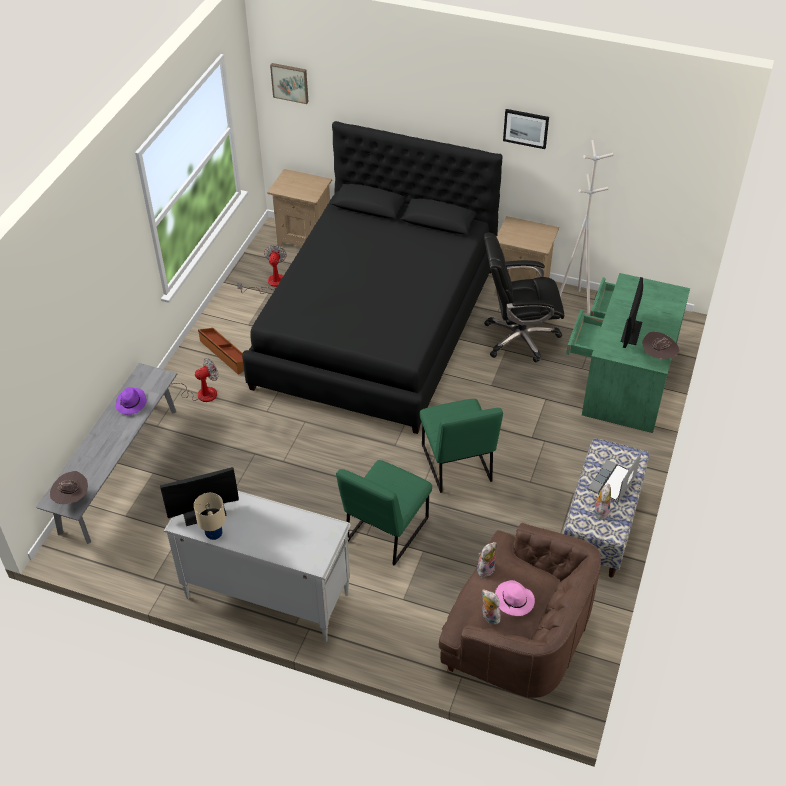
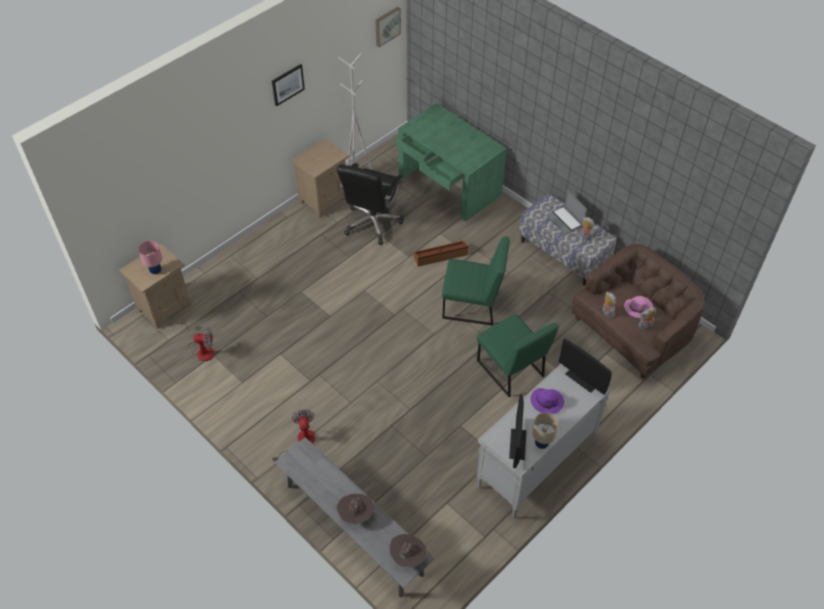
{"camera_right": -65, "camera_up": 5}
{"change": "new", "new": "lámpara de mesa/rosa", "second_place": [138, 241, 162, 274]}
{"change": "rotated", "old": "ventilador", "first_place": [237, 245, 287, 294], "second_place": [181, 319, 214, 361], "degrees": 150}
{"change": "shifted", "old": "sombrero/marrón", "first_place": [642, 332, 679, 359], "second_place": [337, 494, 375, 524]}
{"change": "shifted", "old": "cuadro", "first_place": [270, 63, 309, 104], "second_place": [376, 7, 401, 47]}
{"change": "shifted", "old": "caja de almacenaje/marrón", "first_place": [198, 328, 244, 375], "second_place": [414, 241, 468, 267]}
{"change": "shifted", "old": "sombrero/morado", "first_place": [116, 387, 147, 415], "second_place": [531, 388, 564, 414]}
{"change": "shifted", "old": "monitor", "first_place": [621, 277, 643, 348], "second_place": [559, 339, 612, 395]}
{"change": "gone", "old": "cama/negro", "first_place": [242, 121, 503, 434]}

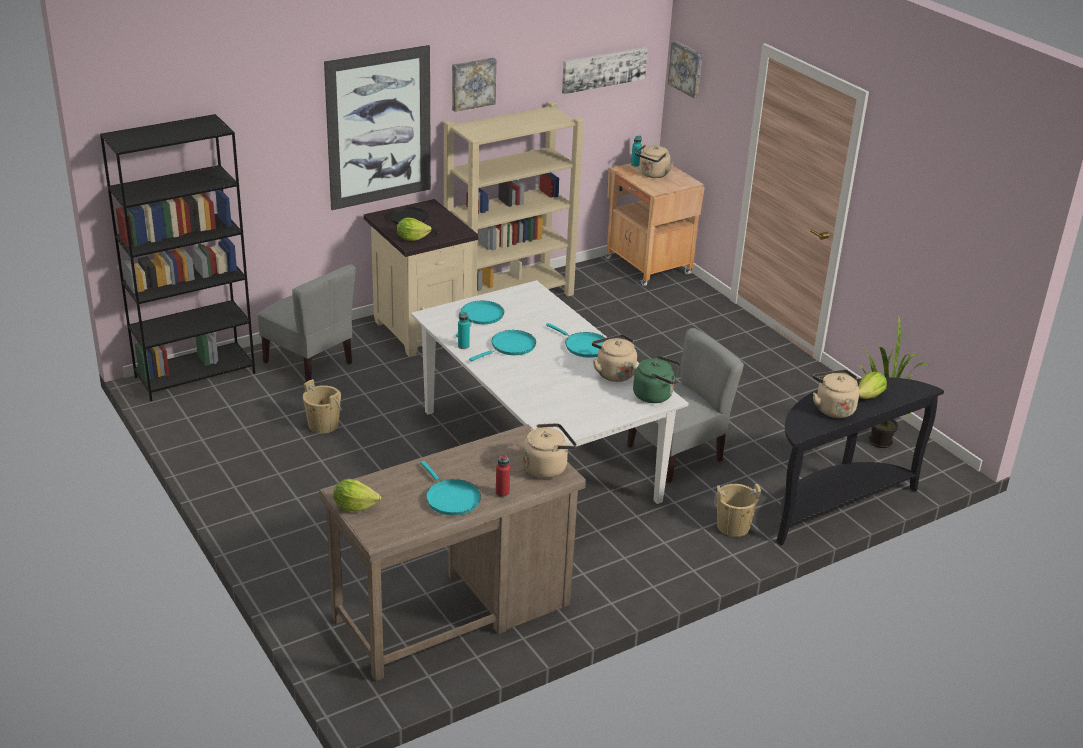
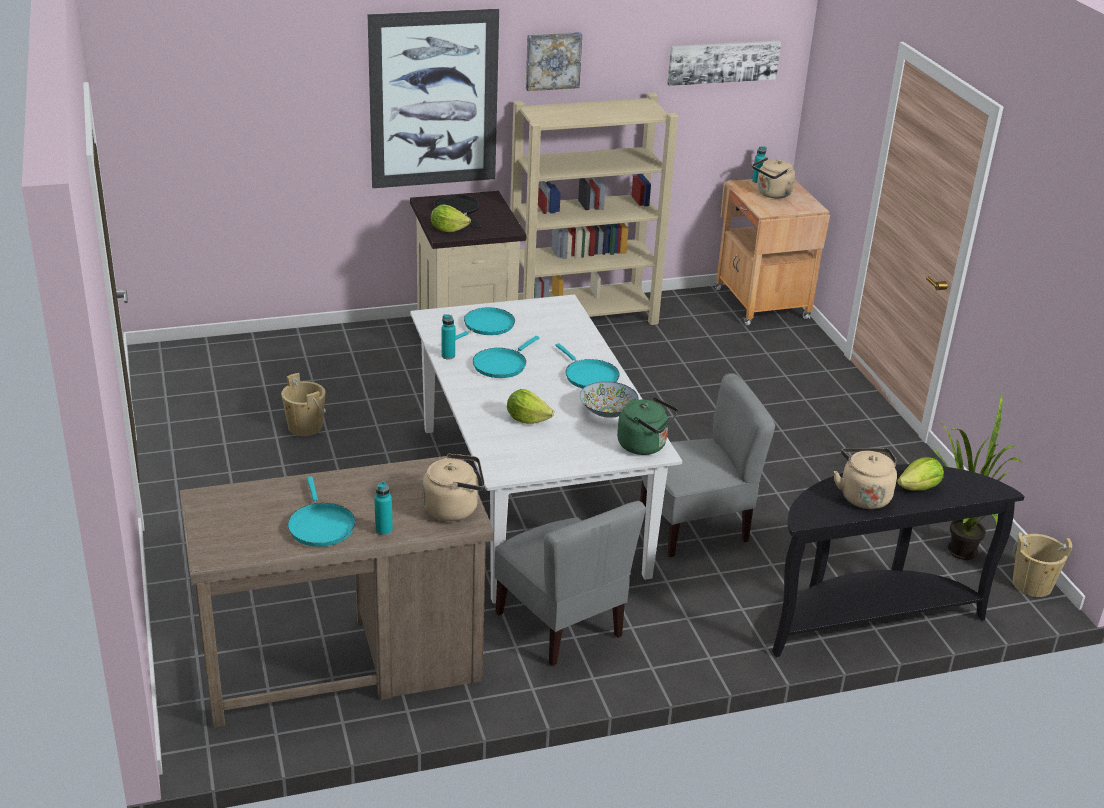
{"camera_right": 15, "camera_up": 0}
{"change": "repainted", "old": "botella/rojo", "new": "botella/turquesa", "first_place": [496, 454, 510, 498], "second_place": [374, 481, 393, 536]}
{"change": "rotated", "old": "sartén/turquesa", "first_place": [469, 330, 536, 361], "second_place": [473, 336, 539, 378], "degrees": 150}
{"change": "shifted", "old": "silla/gris", "first_place": [258, 264, 356, 382], "second_place": [494, 501, 646, 666]}
{"change": "shifted", "old": "lechuga", "first_place": [333, 479, 381, 512], "second_place": [507, 389, 554, 424]}
{"change": "swapped", "old": "hervidor/beis", "new": "cuenco", "first_place": [592, 334, 637, 382], "second_place": [580, 381, 639, 418]}
{"change": "shifted", "old": "cubo/beis", "first_place": [714, 484, 761, 537], "second_place": [1012, 532, 1072, 597]}
{"change": "gone", "old": "estantería/negro", "first_place": [100, 114, 255, 401]}
{"change": "gone", "old": "cuadro", "first_place": [668, 41, 702, 98]}

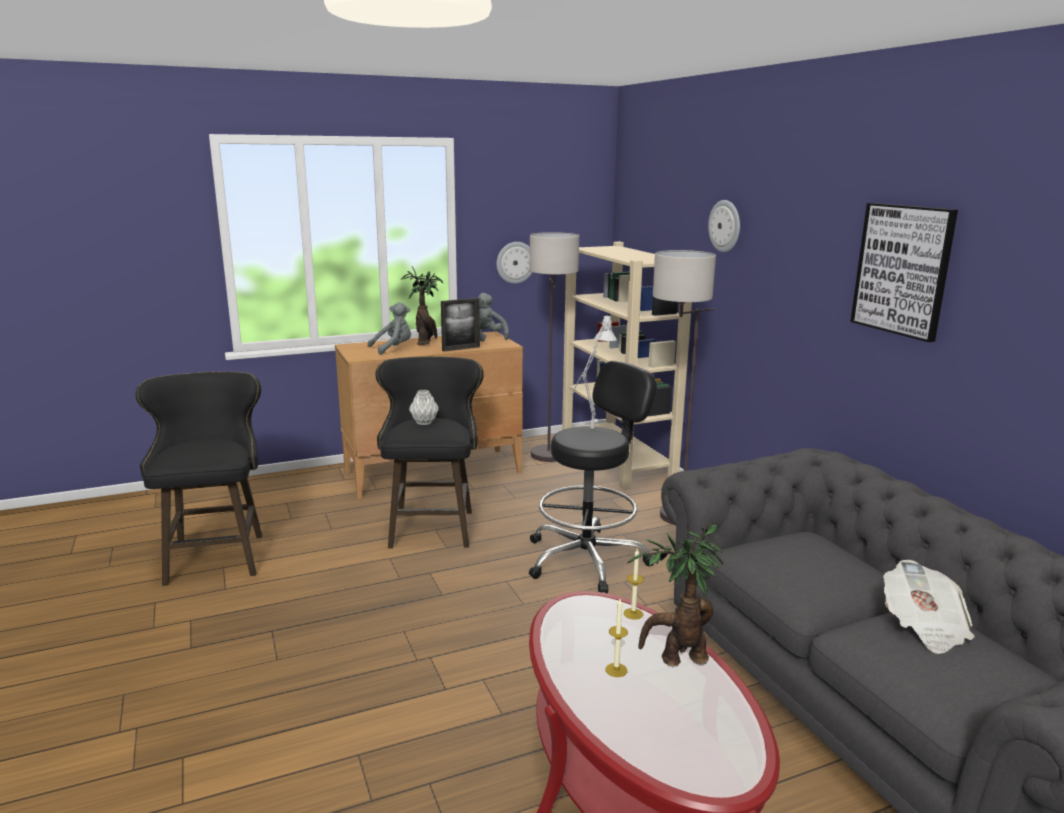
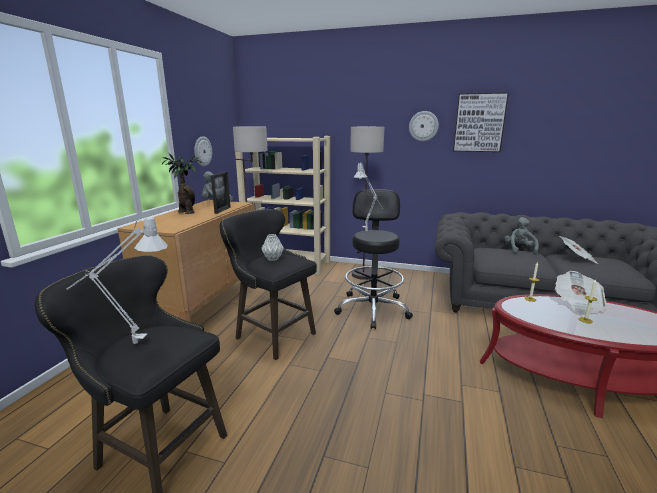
{"camera_right": -50, "camera_up": 0}
{"change": "new", "new": "lámpara de mesa/gris", "second_place": [67, 215, 167, 344]}
{"change": "shifted", "old": "reloj de pared", "first_place": [708, 200, 740, 252], "second_place": [409, 111, 439, 141]}
{"change": "shifted", "old": "peluche/gris", "first_place": [368, 302, 411, 355], "second_place": [504, 217, 539, 255]}
{"change": "swapped", "old": "planta en maceta", "new": "periódico", "first_place": [627, 523, 723, 666], "second_place": [555, 271, 606, 315]}

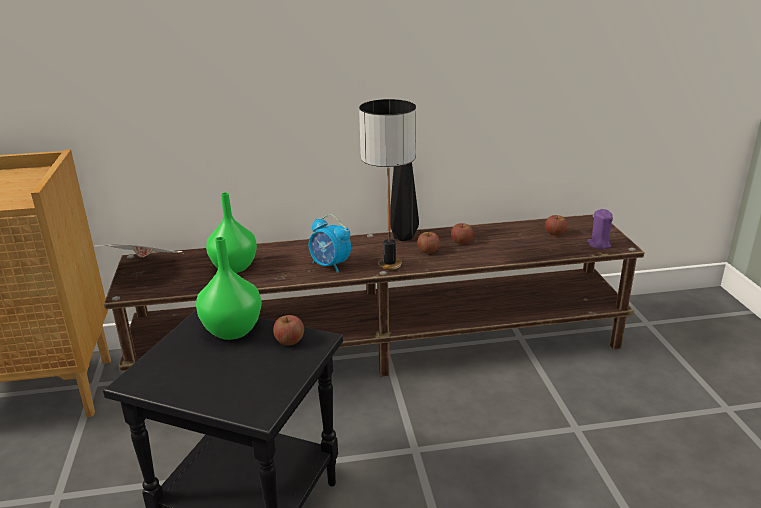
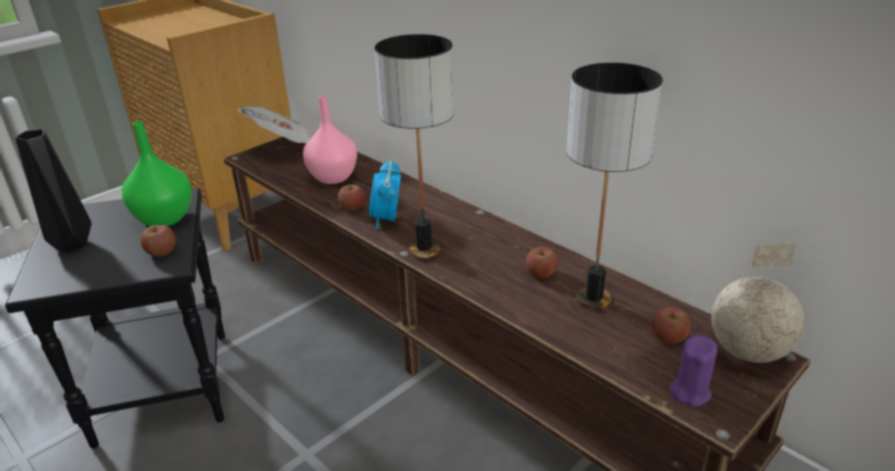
{"camera_right": 55, "camera_up": 5}
{"change": "shifted", "old": "florero/negro", "first_place": [390, 162, 419, 241], "second_place": [15, 129, 92, 253]}
{"change": "repainted", "old": "florero/verde", "new": "florero/rosa", "first_place": [206, 192, 257, 273], "second_place": [303, 95, 357, 184]}
{"change": "shifted", "old": "manzana", "first_place": [417, 232, 440, 254], "second_place": [338, 184, 365, 211]}
{"change": "new", "new": "lámpara de mesa", "second_place": [567, 63, 663, 310]}
{"change": "new", "new": "globo terráqueo", "second_place": [711, 243, 805, 363]}

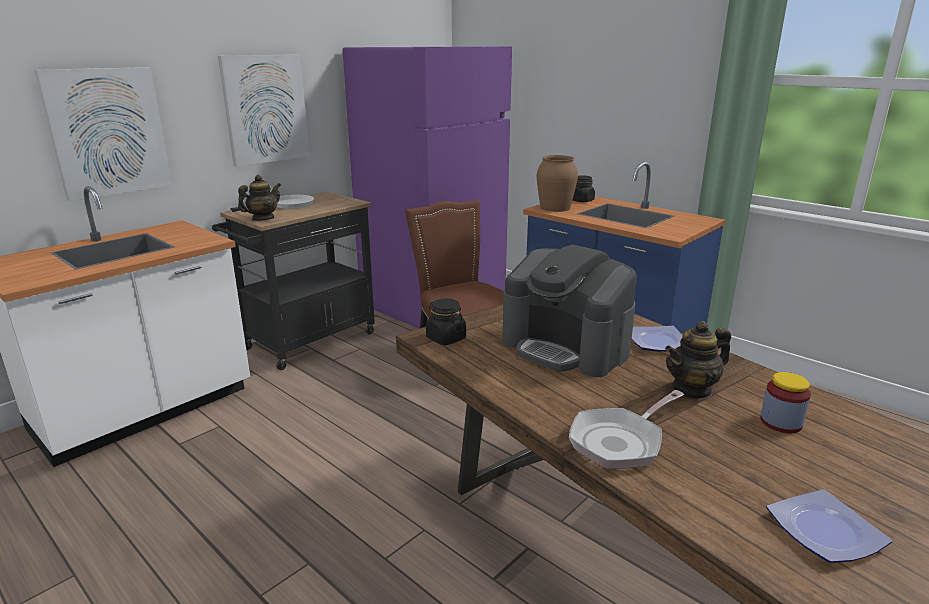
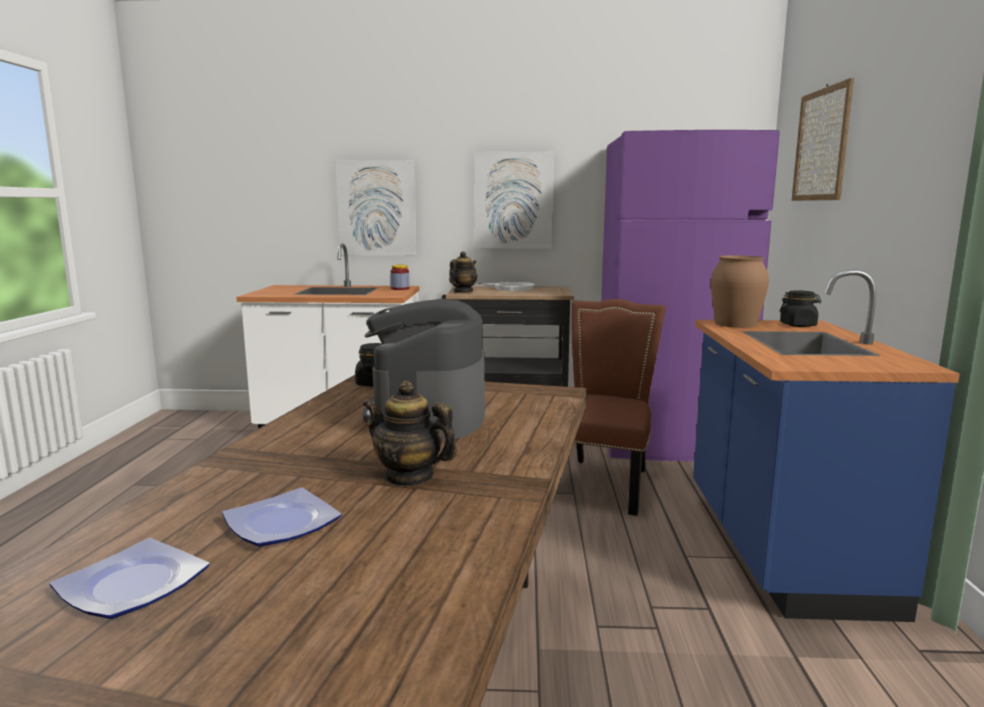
{"camera_right": 50, "camera_up": -10}
{"change": "shifted", "old": "plato", "first_place": [632, 326, 683, 352], "second_place": [222, 488, 342, 546]}
{"change": "shifted", "old": "tarro", "first_place": [760, 372, 811, 433], "second_place": [391, 265, 409, 290]}
{"change": "rotated", "old": "tetera", "first_place": [238, 175, 281, 221], "second_place": [449, 251, 477, 292], "degrees": -60}
{"change": "new", "new": "cuadro", "second_place": [792, 78, 854, 201]}
{"change": "gone", "old": "sartén", "first_place": [569, 390, 684, 469]}

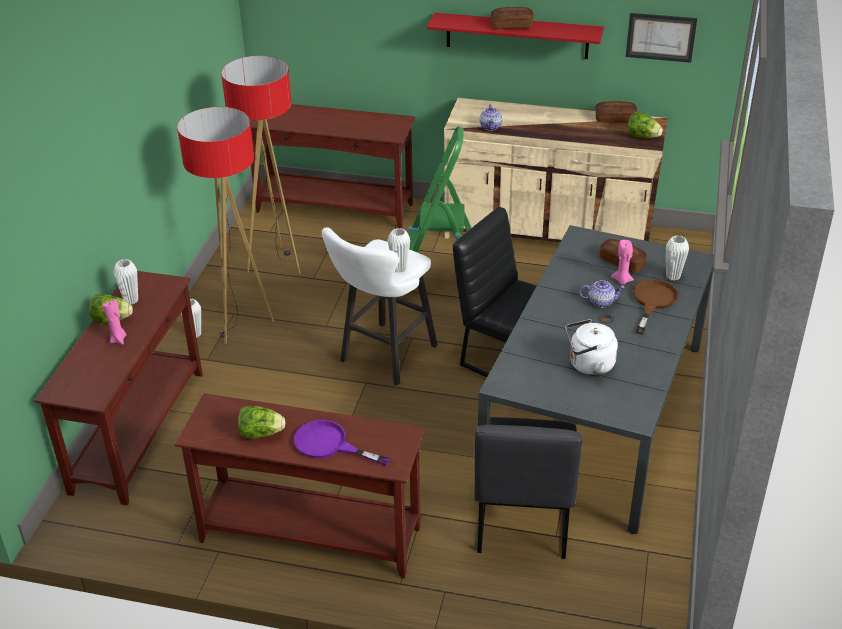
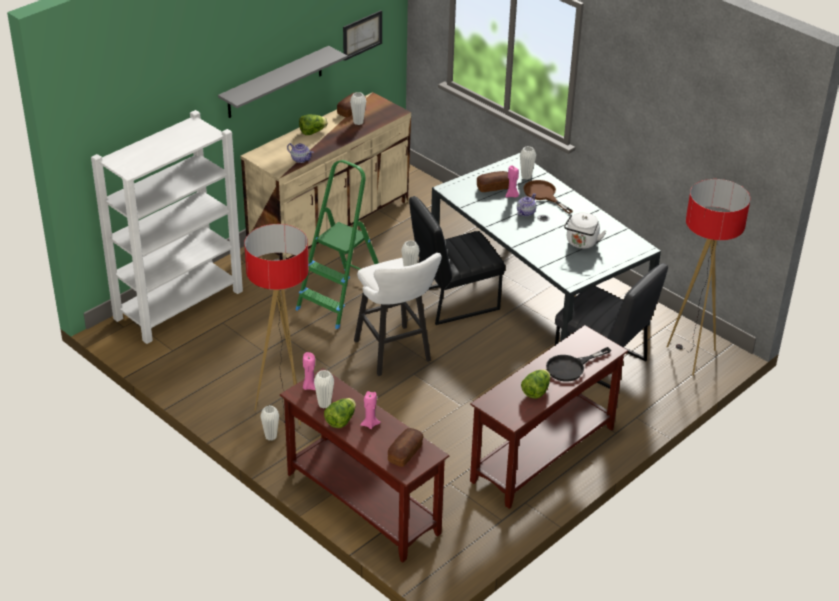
{"camera_right": -60, "camera_up": 0}
{"change": "swapped", "old": "mesa consola/marrón", "new": "estantería/blanco", "first_place": [250, 104, 416, 228], "second_place": [91, 110, 243, 344]}
{"change": "repainted", "old": "estante/rojo", "new": "estante/gris", "first_place": [427, 13, 604, 59], "second_place": [218, 46, 348, 118]}
{"change": "shifted", "old": "lechuga", "first_place": [627, 112, 663, 138], "second_place": [299, 114, 328, 135]}
{"change": "new", "new": "vela/rosa", "second_place": [303, 352, 315, 390]}
{"change": "new", "new": "florero/blanco", "second_place": [350, 92, 366, 125]}
{"change": "shifted", "old": "pan", "first_place": [491, 7, 534, 29], "second_place": [388, 428, 423, 467]}
{"change": "repainted", "old": "sartén/morado", "new": "sartén/negro", "first_place": [294, 420, 390, 466], "second_place": [546, 347, 611, 382]}
{"change": "shifted", "old": "lámpara de pie", "first_place": [221, 56, 301, 274], "second_place": [667, 179, 751, 376]}

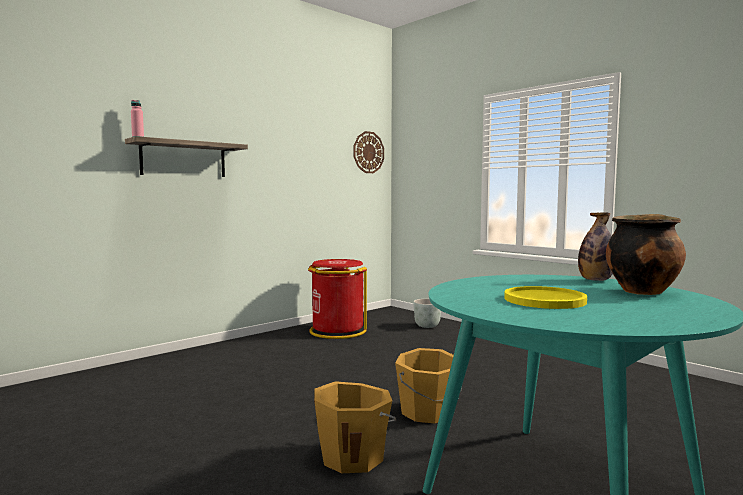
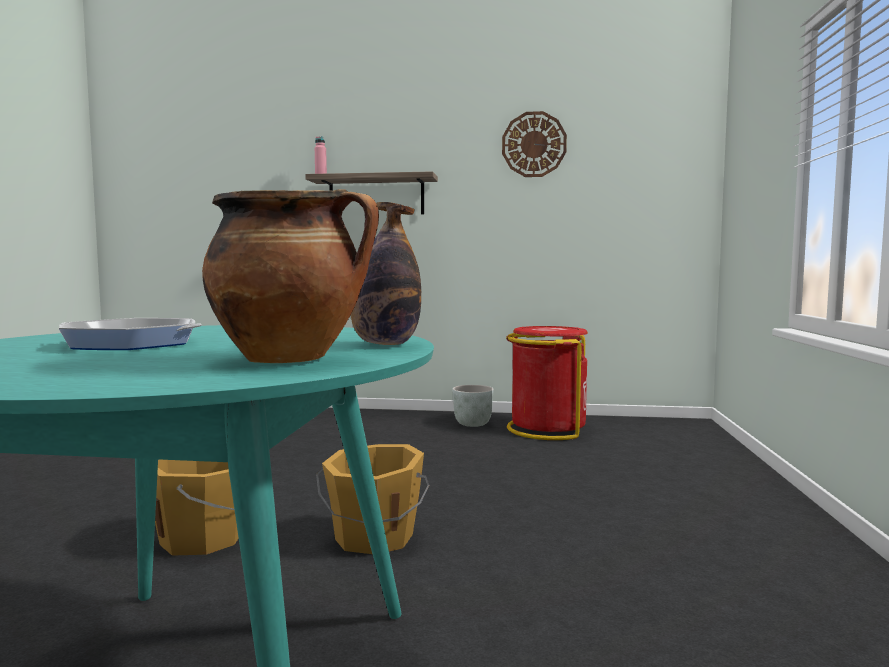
{"camera_right": 50, "camera_up": 0}
{"change": "swapped", "old": "plato/amarillo", "new": "sartén", "first_place": [504, 286, 587, 309], "second_place": [59, 318, 202, 350]}
{"change": "shifted", "old": "maceta/gris", "first_place": [413, 299, 441, 328], "second_place": [453, 385, 494, 427]}
{"change": "shifted", "old": "reloj de pared", "first_place": [354, 131, 384, 173], "second_place": [502, 111, 567, 177]}

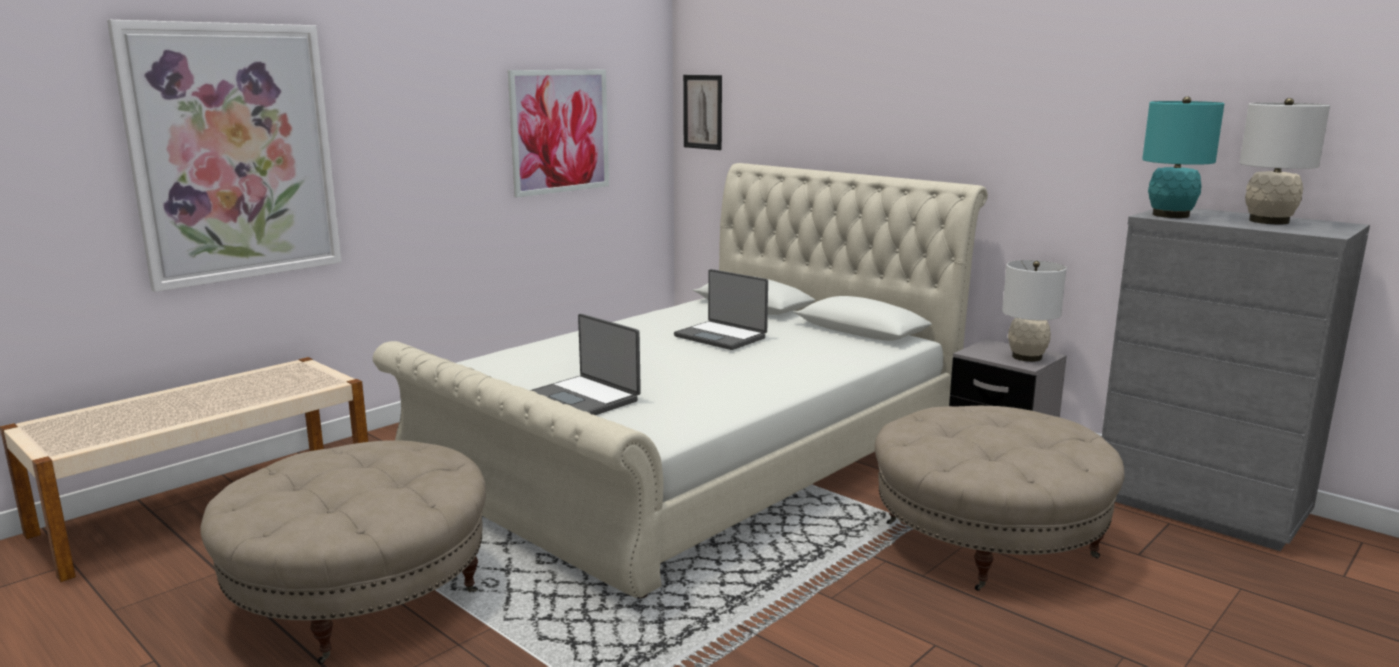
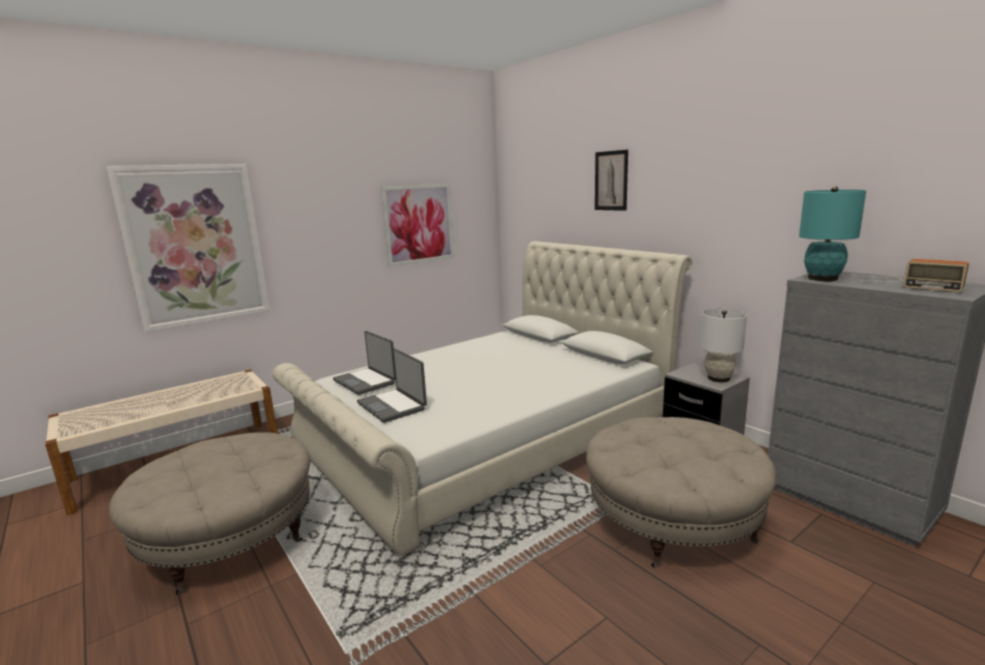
{"camera_right": 10, "camera_up": 0}
{"change": "shifted", "old": "portátil", "first_place": [674, 269, 768, 350], "second_place": [333, 331, 396, 395]}
{"change": "shifted", "old": "cuadro", "first_place": [683, 75, 722, 150], "second_place": [595, 150, 628, 211]}
{"change": "swapped", "old": "lámpara de mesa/blanco", "new": "radio", "first_place": [1240, 98, 1330, 224], "second_place": [859, 259, 969, 292]}

